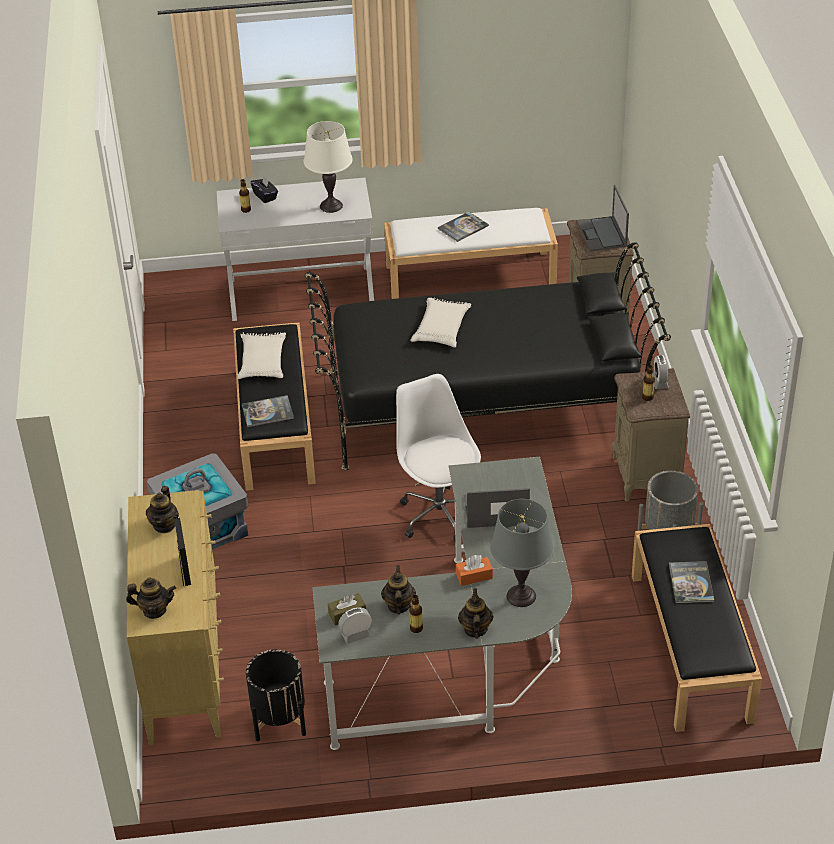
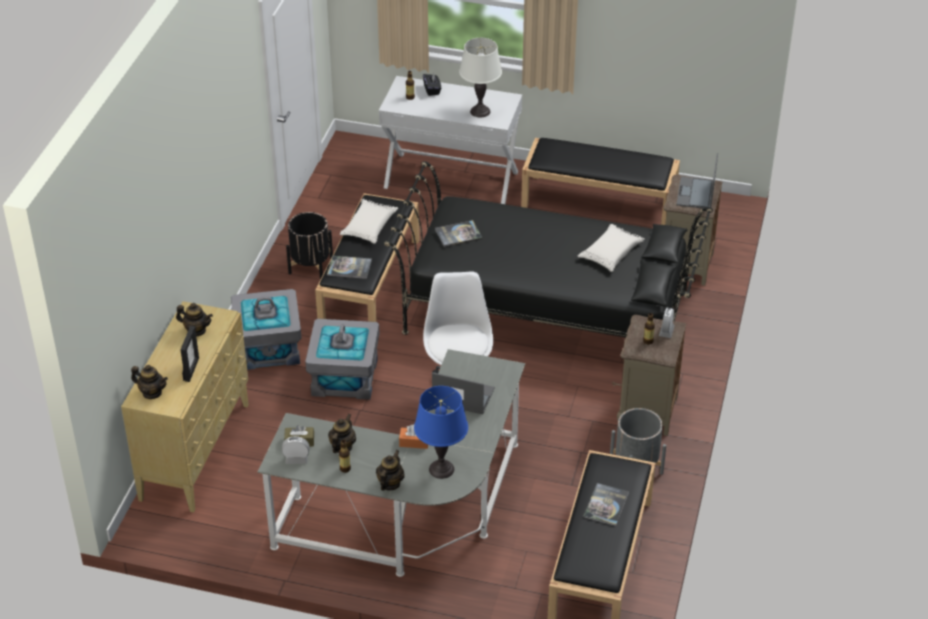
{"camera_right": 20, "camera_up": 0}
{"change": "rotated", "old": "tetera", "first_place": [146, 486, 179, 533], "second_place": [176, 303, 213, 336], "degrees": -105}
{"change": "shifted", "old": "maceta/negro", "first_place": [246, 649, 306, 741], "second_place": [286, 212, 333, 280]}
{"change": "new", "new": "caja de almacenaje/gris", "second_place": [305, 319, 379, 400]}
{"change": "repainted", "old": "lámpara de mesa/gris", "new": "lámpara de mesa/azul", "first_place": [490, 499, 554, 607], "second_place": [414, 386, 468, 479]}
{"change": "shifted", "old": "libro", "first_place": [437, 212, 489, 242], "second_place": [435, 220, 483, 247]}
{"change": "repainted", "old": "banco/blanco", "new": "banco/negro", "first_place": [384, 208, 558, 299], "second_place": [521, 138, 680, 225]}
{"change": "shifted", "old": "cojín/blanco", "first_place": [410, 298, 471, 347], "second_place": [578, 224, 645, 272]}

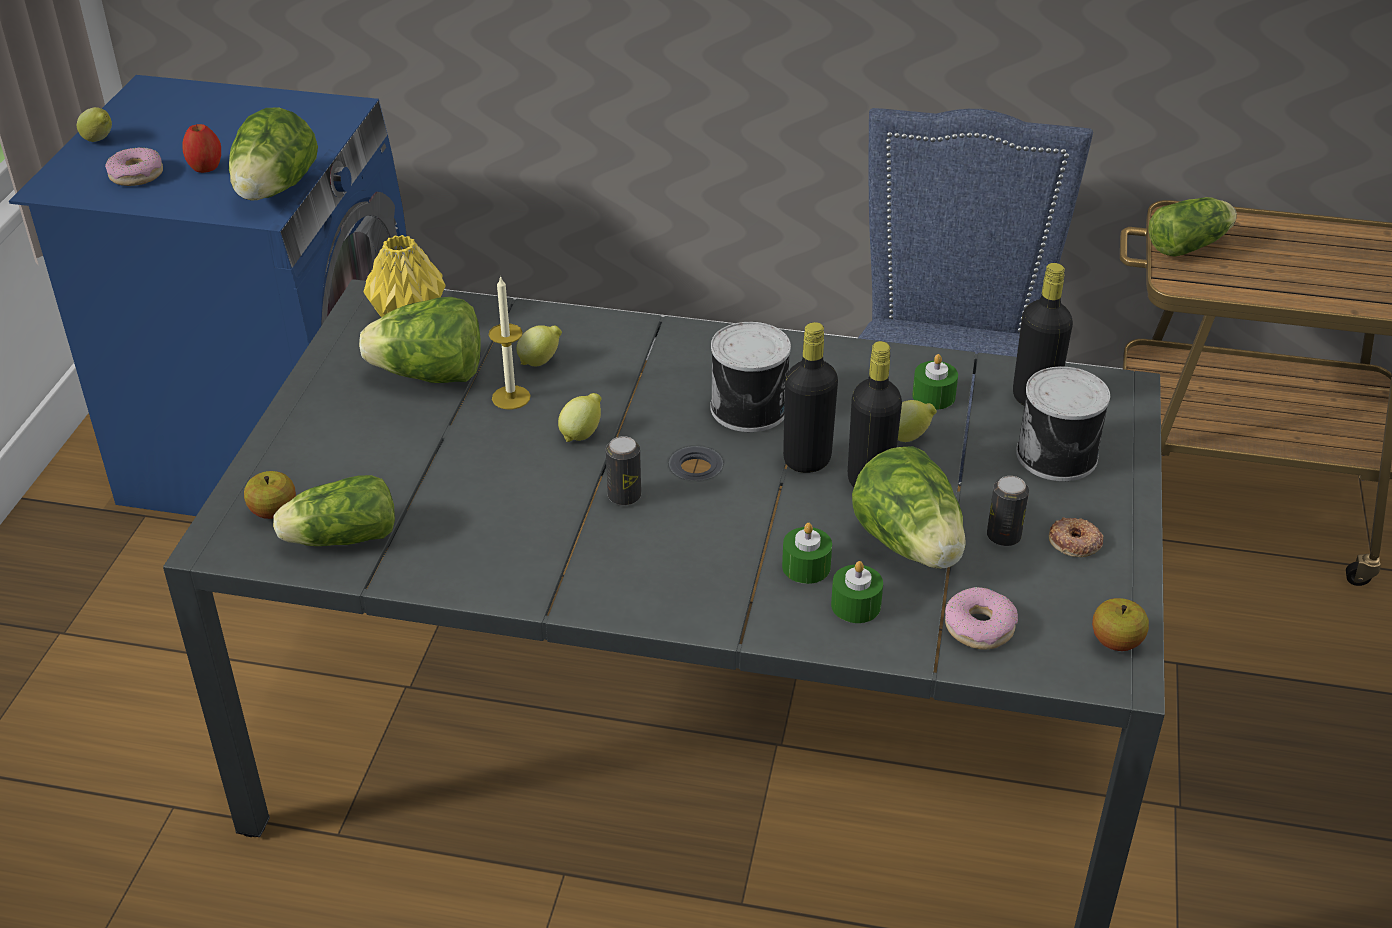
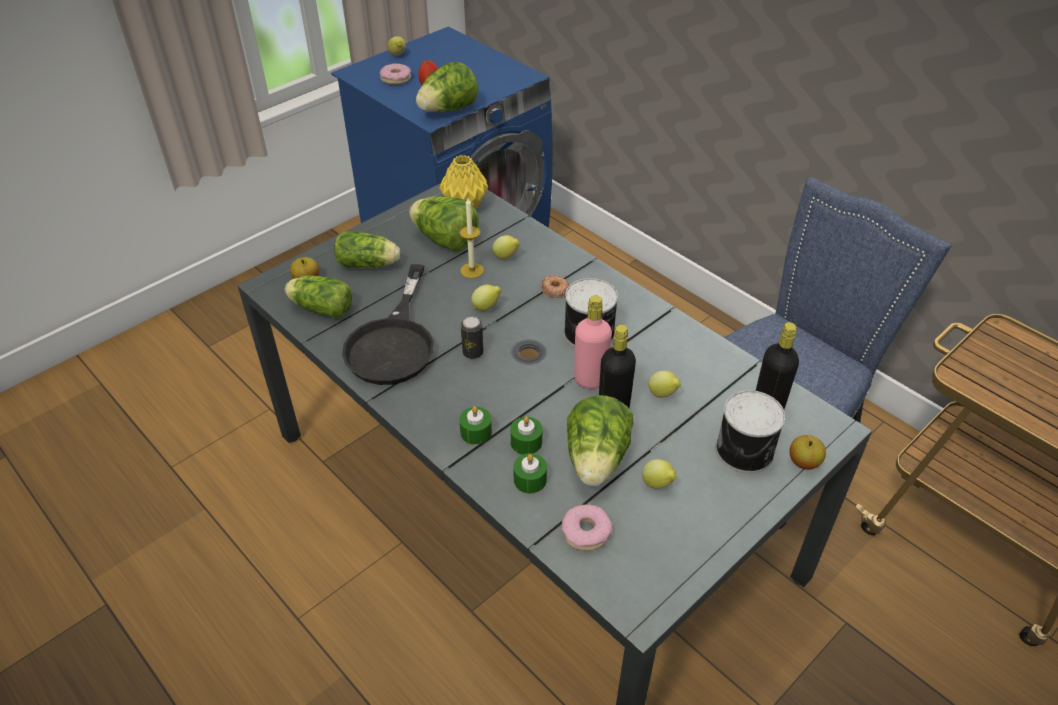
{"camera_right": 35, "camera_up": 5}
{"change": "shifted", "old": "lechuga", "first_place": [1148, 197, 1237, 257], "second_place": [334, 231, 400, 268]}
{"change": "new", "new": "sartén/negro", "second_place": [342, 264, 434, 385]}
{"change": "shifted", "old": "vela/verde", "first_place": [912, 354, 958, 409], "second_place": [459, 406, 492, 445]}
{"change": "shifted", "old": "rosquilla", "first_place": [1049, 517, 1104, 557], "second_place": [542, 275, 569, 298]}
{"change": "repainted", "old": "botella/negro", "new": "botella/rosa", "first_place": [783, 322, 838, 473], "second_place": [574, 296, 612, 389]}
{"change": "swapped", "old": "lata", "new": "limón", "first_place": [987, 476, 1029, 546], "second_place": [642, 459, 677, 489]}
{"change": "shifted", "old": "manzana", "first_place": [1092, 598, 1149, 651], "second_place": [789, 435, 826, 470]}

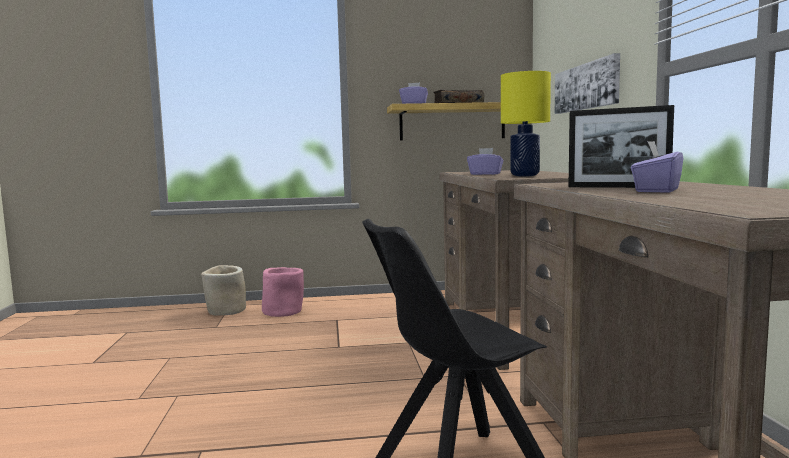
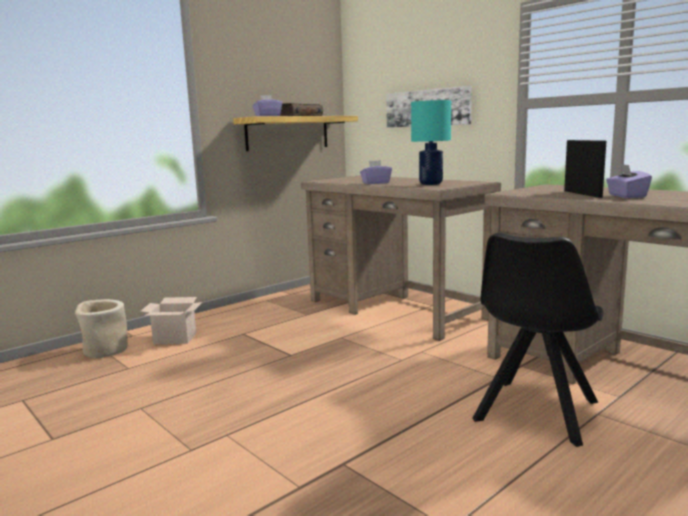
{"camera_right": -35, "camera_up": 5}
{"change": "swapped", "old": "maceta/rosa", "new": "caja de cartón", "first_place": [262, 267, 304, 317], "second_place": [140, 297, 202, 344]}
{"change": "repainted", "old": "lámpara de mesa/amarillo", "new": "lámpara de mesa/turquesa", "first_place": [501, 71, 551, 177], "second_place": [411, 100, 451, 185]}
{"change": "rotated", "old": "portarretratos", "first_place": [568, 105, 674, 188], "second_place": [564, 140, 606, 198], "degrees": -90}

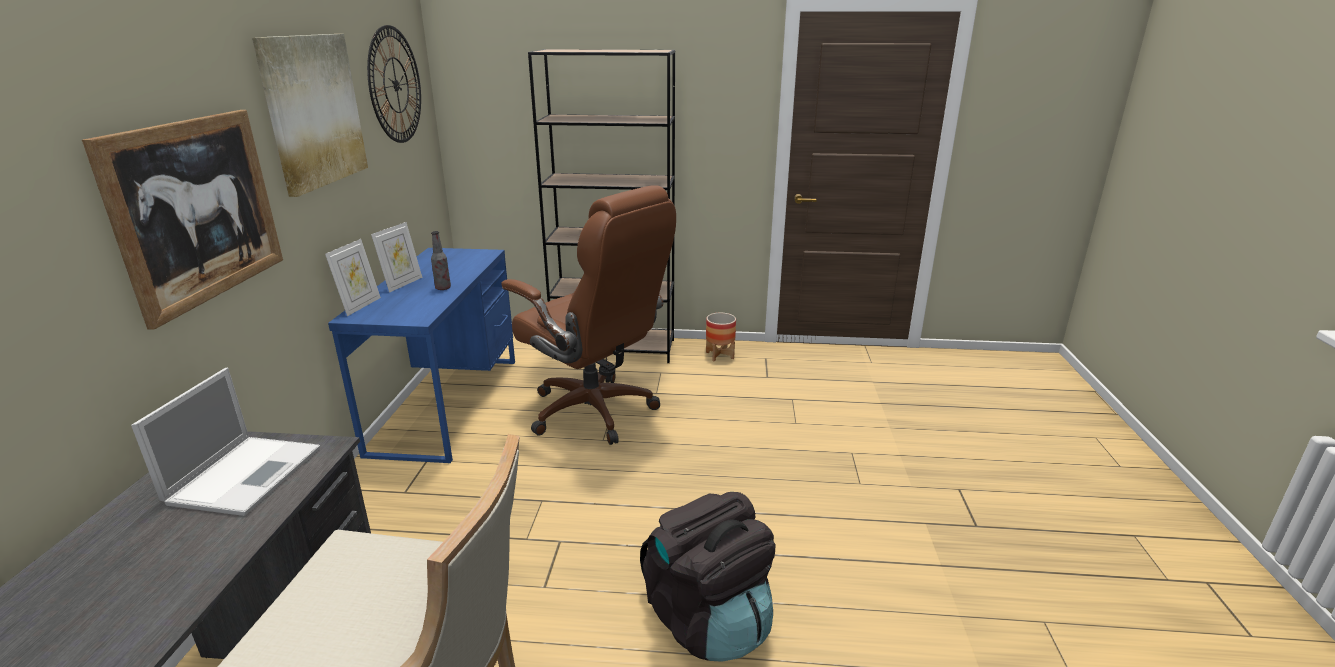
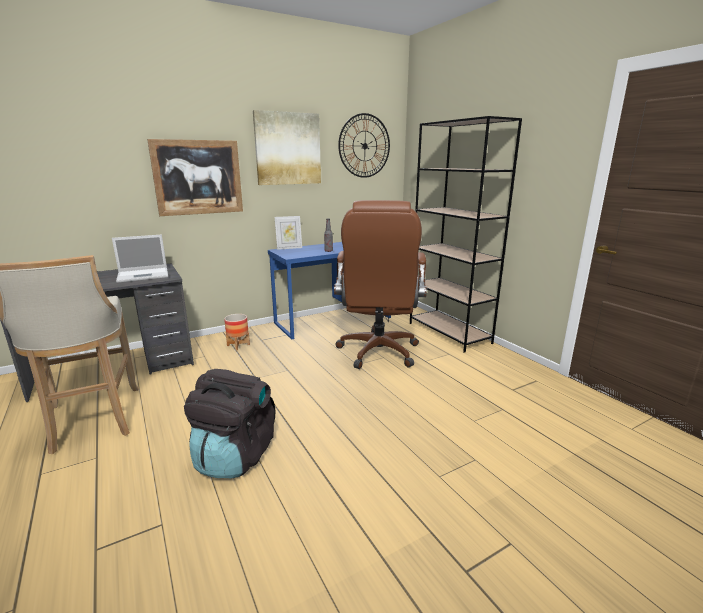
{"camera_right": 55, "camera_up": -5}
{"change": "shifted", "old": "maceta", "first_place": [706, 313, 736, 362], "second_place": [224, 314, 250, 350]}
{"change": "gone", "old": "portarretratos", "first_place": [371, 222, 422, 293]}

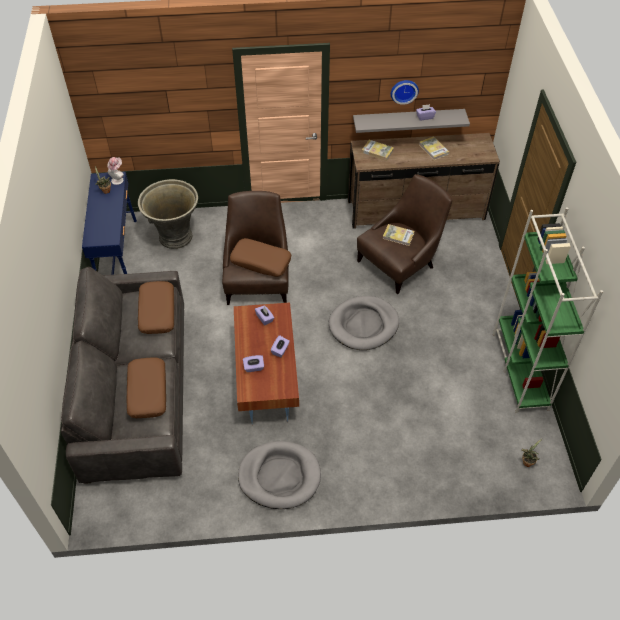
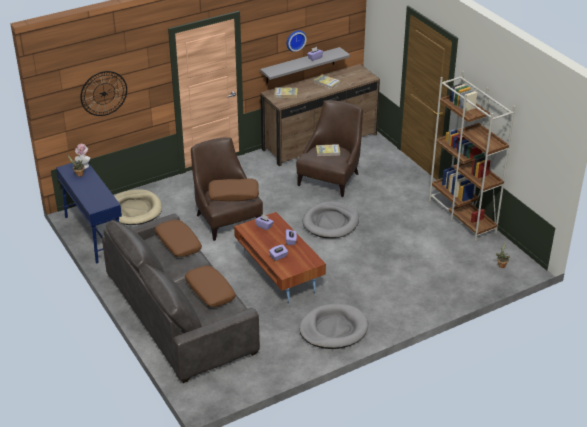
{"camera_right": -25, "camera_up": -15}
{"change": "new", "new": "reloj de pared", "second_place": [80, 71, 127, 116]}
{"change": "swapped", "old": "maceta/gris", "new": "cama para perro/beis", "first_place": [138, 179, 198, 249], "second_place": [114, 189, 162, 225]}
{"change": "repainted", "old": "estantería/verde", "new": "estantería/marrón", "first_place": [493, 207, 603, 413], "second_place": [429, 71, 515, 241]}

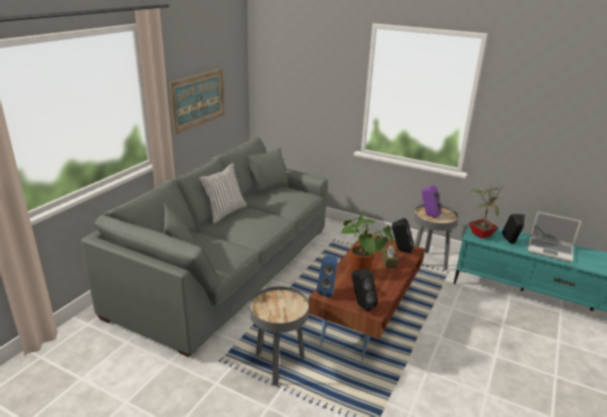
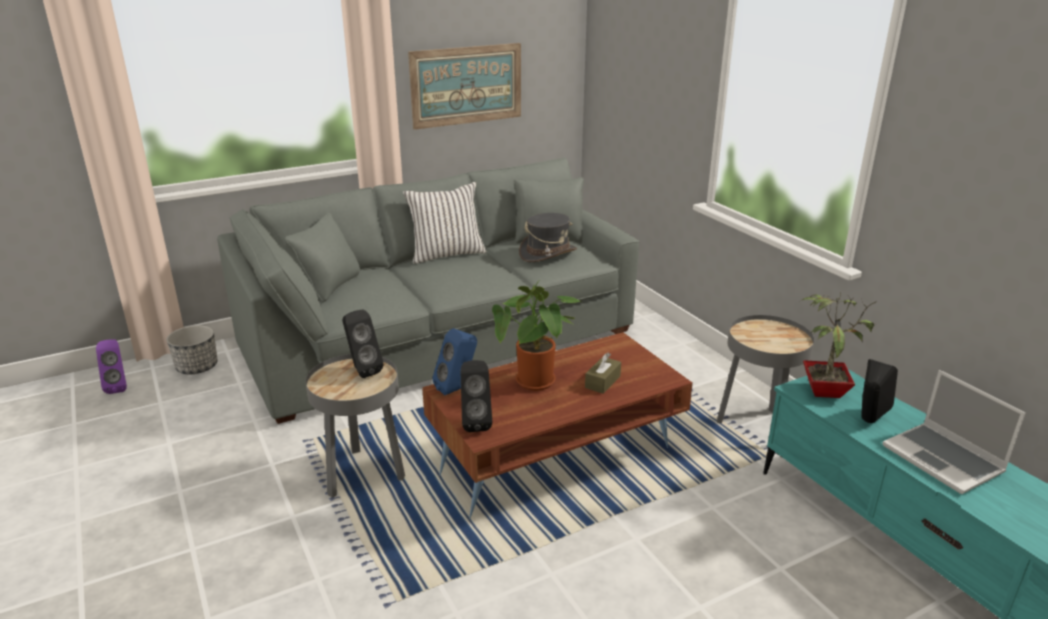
{"camera_right": 35, "camera_up": 0}
{"change": "shifted", "old": "altavoz/morado", "first_place": [422, 186, 442, 218], "second_place": [96, 339, 127, 394]}
{"change": "new", "new": "maceta", "second_place": [166, 325, 217, 374]}
{"change": "shifted", "old": "altavoz/negro", "first_place": [392, 218, 414, 253], "second_place": [342, 310, 383, 378]}
{"change": "new", "new": "sombrero/gris", "second_place": [519, 213, 577, 262]}

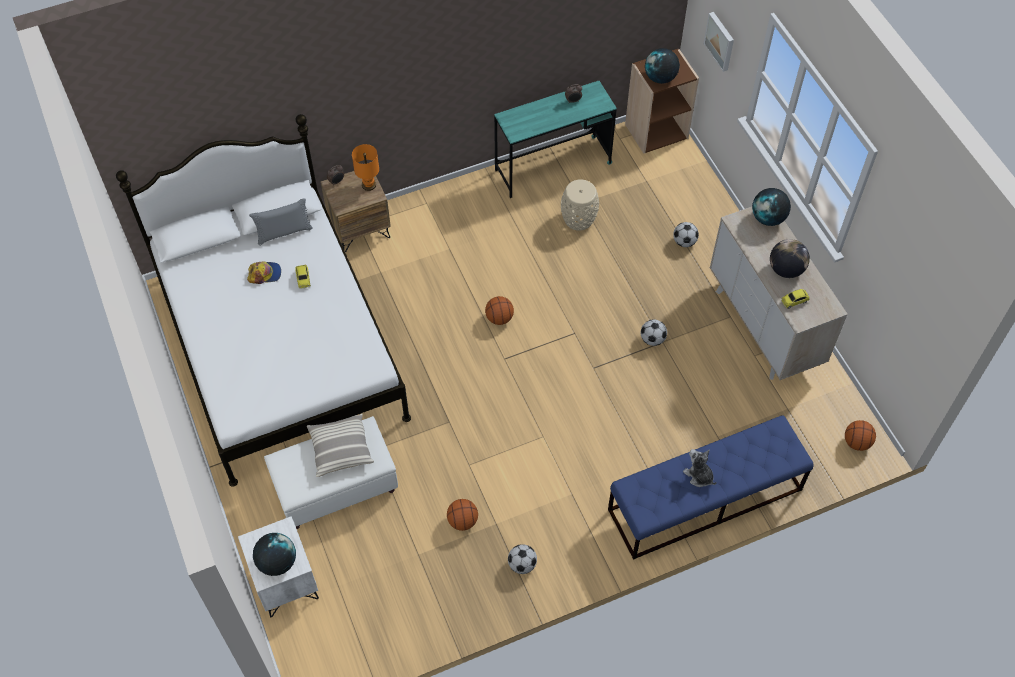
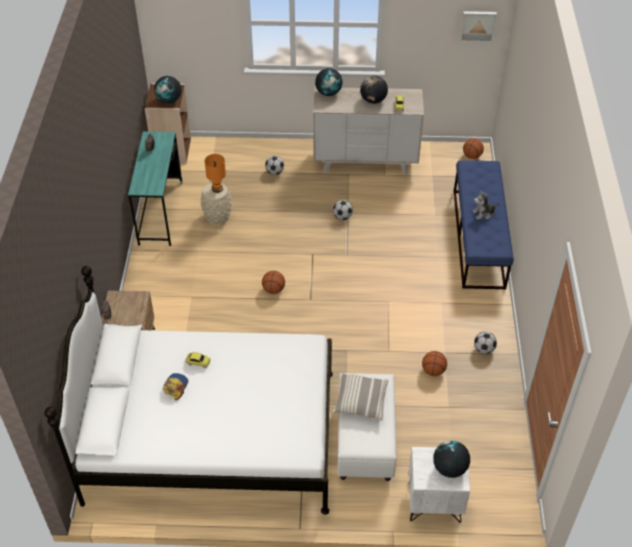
{"camera_right": -65, "camera_up": -10}
{"change": "shifted", "old": "lámpara de mesa/naranja", "first_place": [352, 144, 379, 191], "second_place": [205, 154, 226, 193]}
{"change": "shifted", "old": "cuadro", "first_place": [703, 12, 734, 72], "second_place": [460, 11, 497, 42]}
{"change": "gone", "old": "cojín/gris", "first_place": [249, 198, 313, 245]}

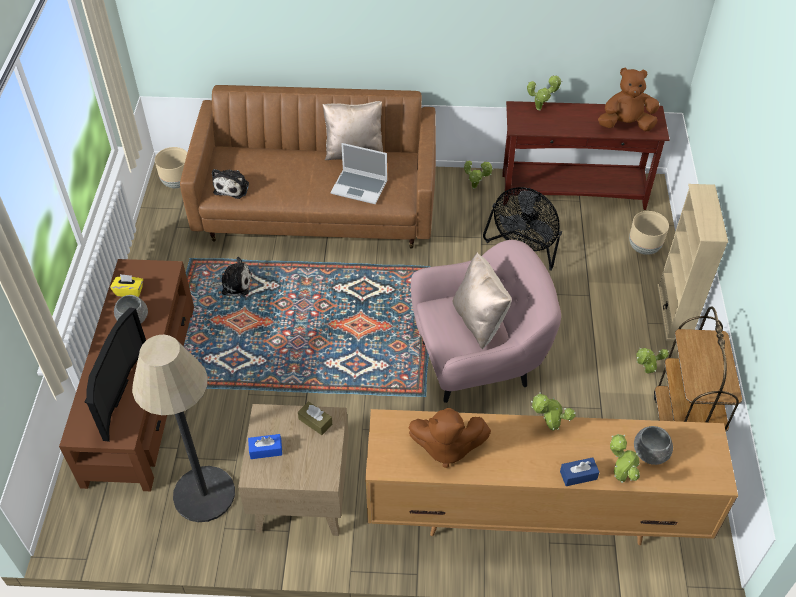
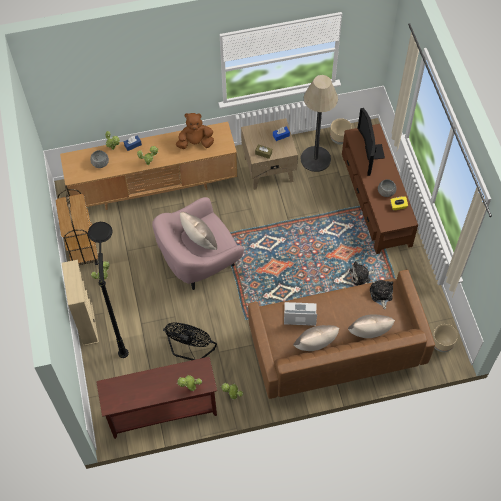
{"camera_right": 165, "camera_up": 10}
{"change": "new", "new": "lámpara de pie/negro", "second_place": [88, 222, 129, 358]}
{"change": "shifted", "old": "maceta/beis", "first_place": [629, 211, 669, 255], "second_place": [330, 118, 352, 145]}
{"change": "new", "new": "cojín/beis", "second_place": [348, 314, 395, 338]}
{"change": "gone", "old": "peluche/marrón", "first_place": [598, 68, 659, 132]}

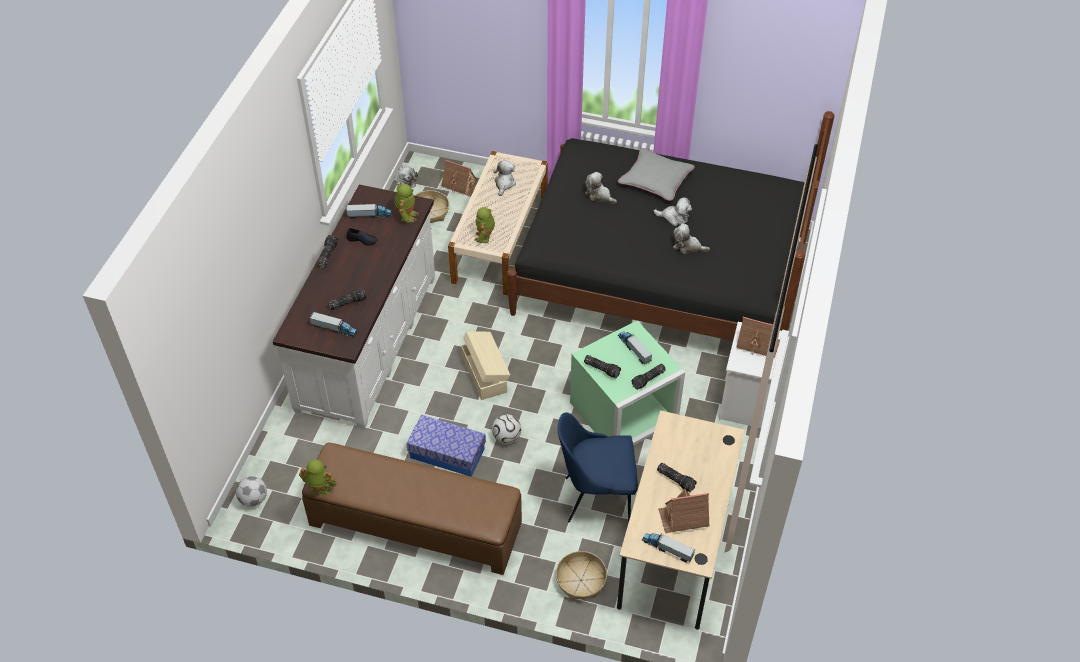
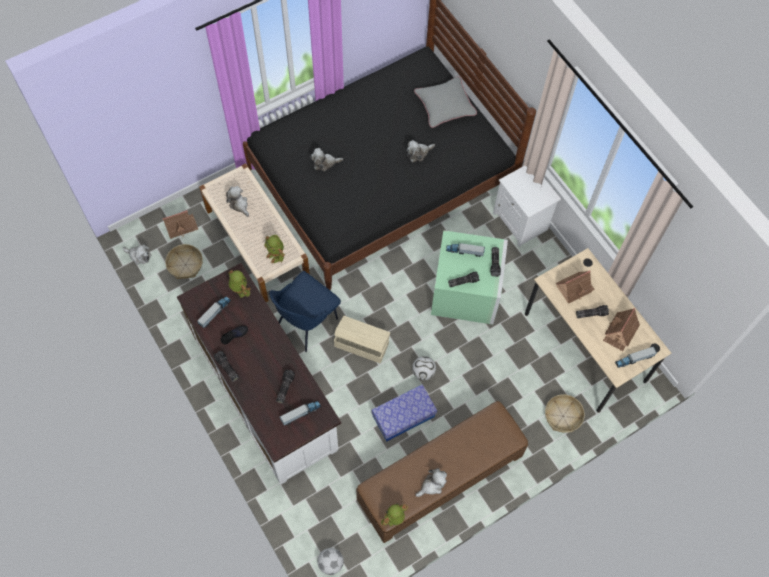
{"camera_right": -50, "camera_up": 15}
{"change": "shifted", "old": "silla/azul", "first_place": [557, 412, 638, 522], "second_place": [269, 271, 341, 352]}
{"change": "shifted", "old": "cojín/gris", "first_place": [618, 148, 694, 201], "second_place": [414, 76, 477, 128]}
{"change": "shifted", "old": "peluche", "first_place": [654, 197, 692, 226], "second_place": [415, 468, 447, 497]}
{"change": "shifted", "old": "casita", "first_place": [736, 317, 780, 358], "second_place": [555, 271, 595, 303]}

